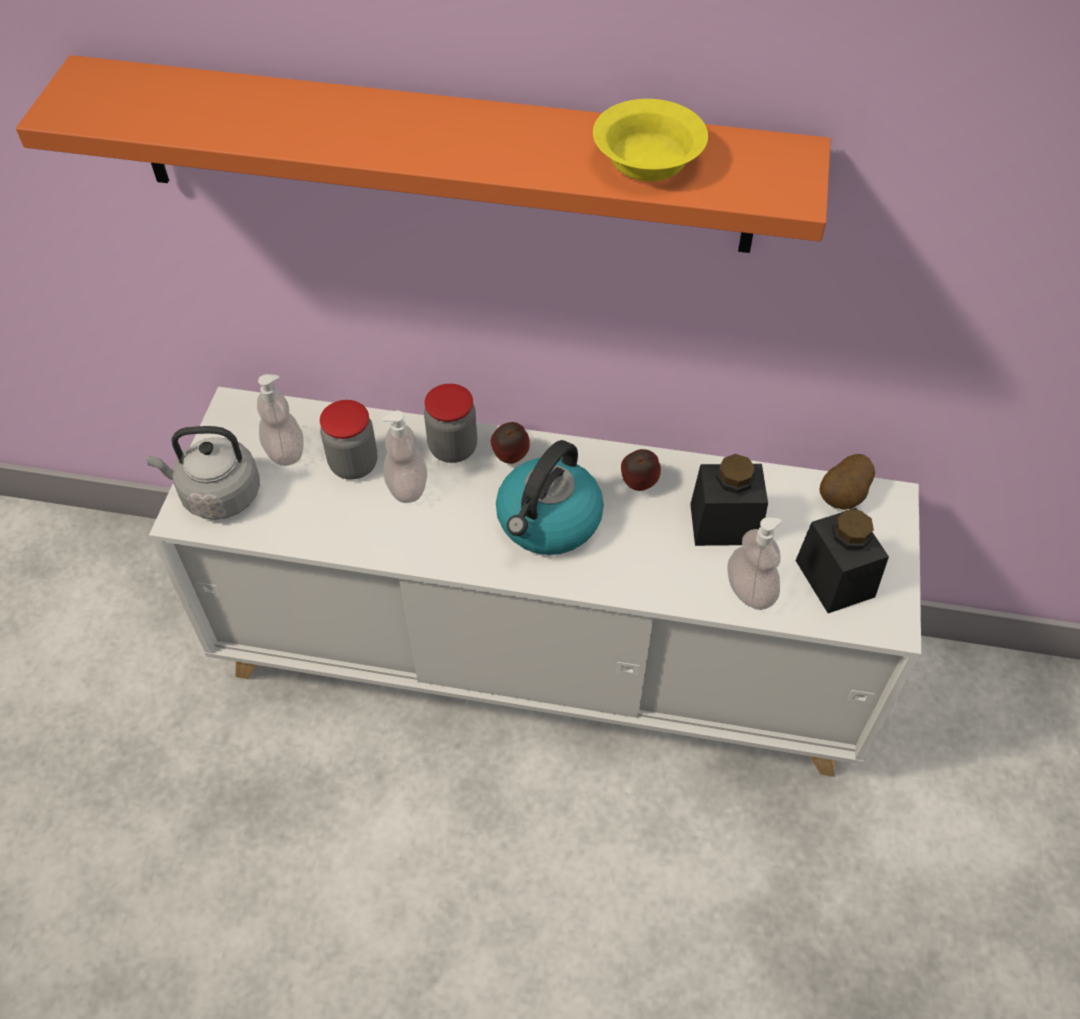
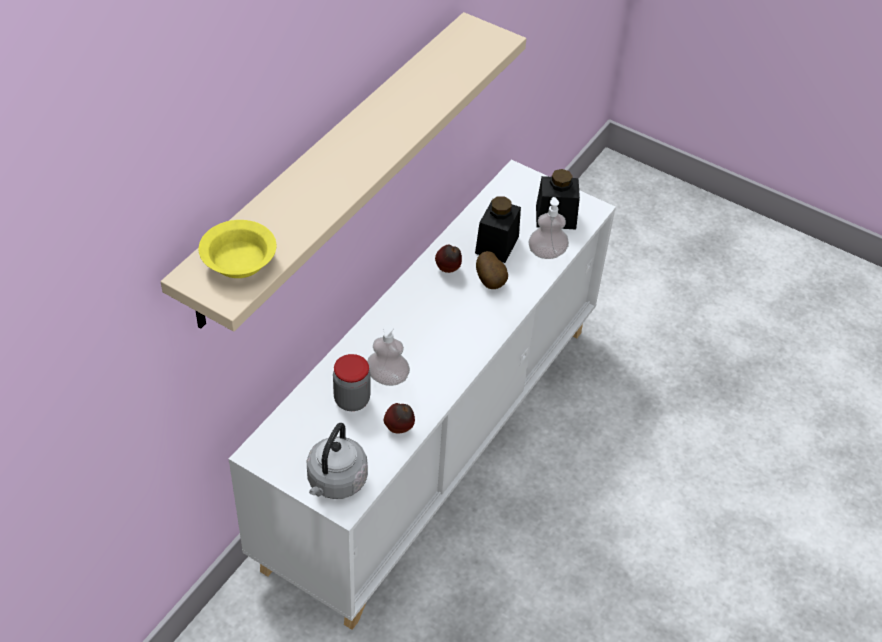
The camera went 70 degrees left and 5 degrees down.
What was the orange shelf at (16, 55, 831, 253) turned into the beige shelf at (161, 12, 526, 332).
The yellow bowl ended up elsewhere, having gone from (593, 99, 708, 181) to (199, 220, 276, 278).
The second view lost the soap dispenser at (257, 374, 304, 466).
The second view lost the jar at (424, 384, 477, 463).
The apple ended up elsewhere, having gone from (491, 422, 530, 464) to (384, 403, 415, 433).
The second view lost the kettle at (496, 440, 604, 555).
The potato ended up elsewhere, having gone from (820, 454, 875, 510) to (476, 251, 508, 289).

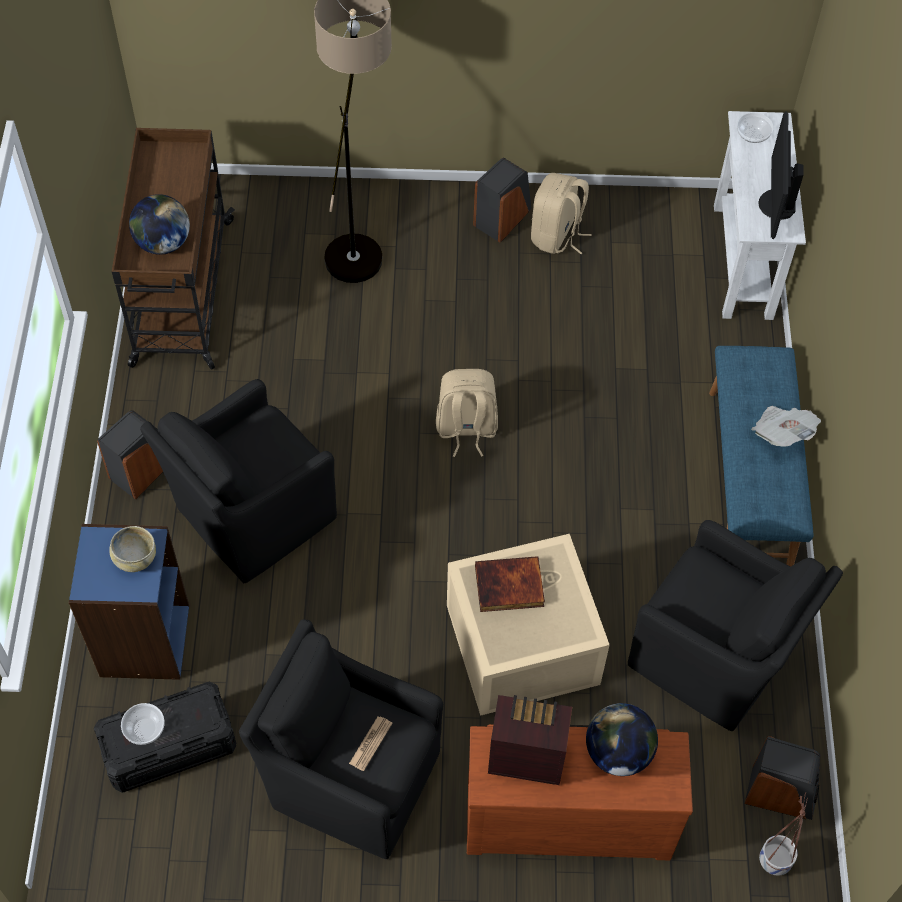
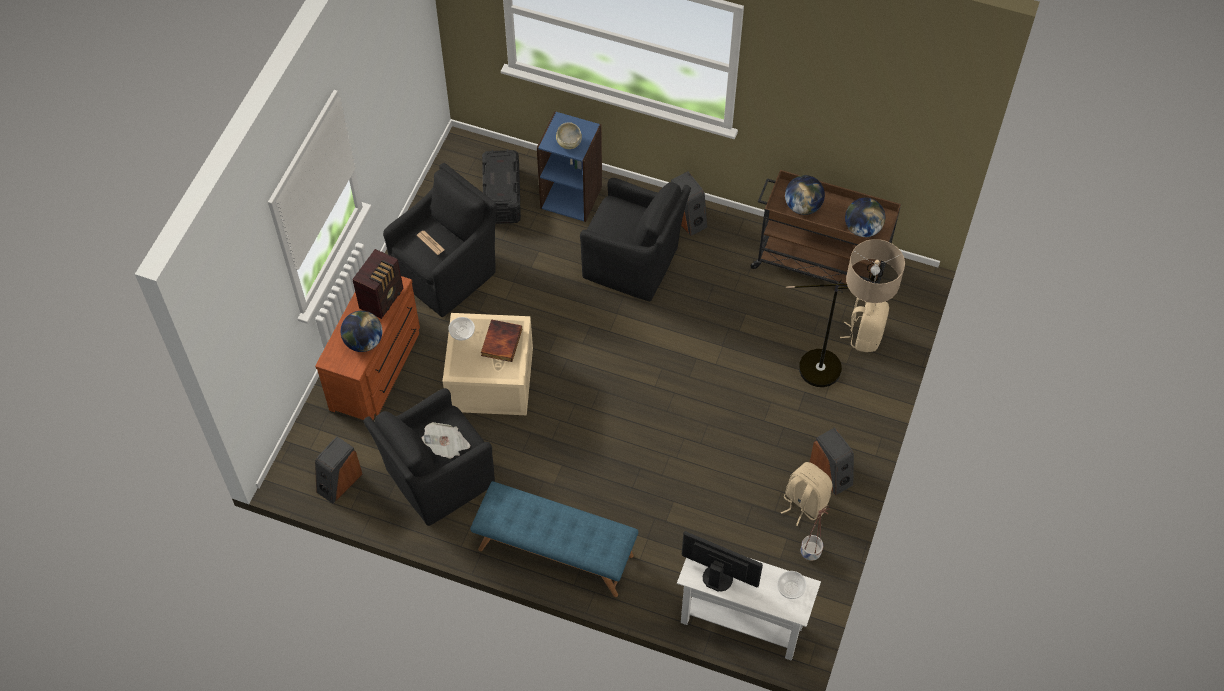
The camera went 110 degrees right and 0 degrees up.
The beige backpack ended up elsewhere, having gone from (436, 369, 498, 457) to (840, 298, 889, 352).
The black armchair at (140, 379, 337, 583) ended up facing another way, 135 degrees clockwise from before.
The newspaper ended up elsewhere, having gone from (751, 406, 821, 447) to (422, 422, 470, 459).
The bowl ended up elsewhere, having gone from (121, 703, 165, 745) to (448, 317, 475, 341).
The planter ended up elsewhere, having gone from (759, 792, 808, 876) to (801, 506, 830, 561).
The second view gained the globe at (845, 198, 885, 237).

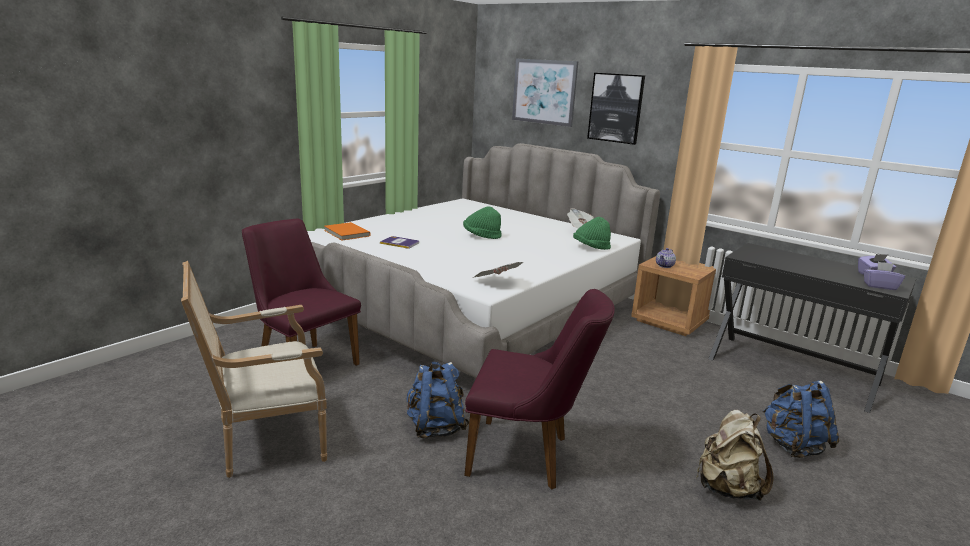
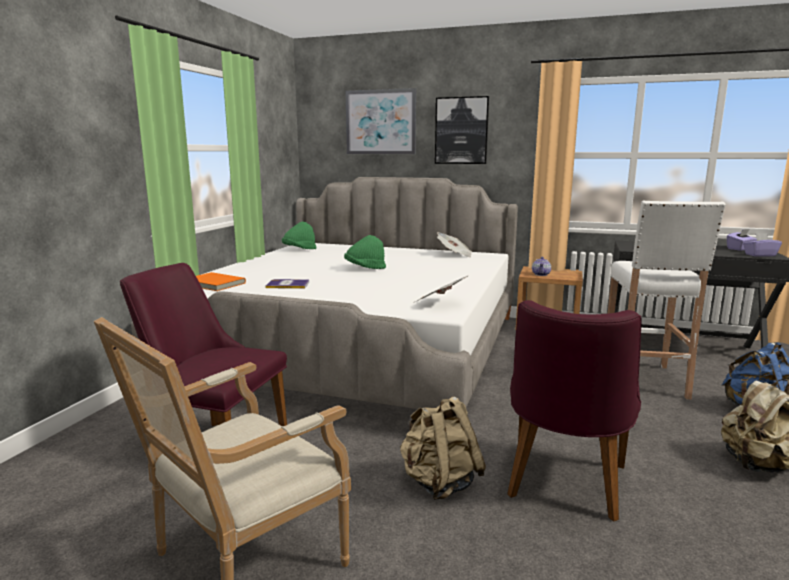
The camera went 20 degrees left and 5 degrees down.
The green hat ended up elsewhere, having gone from (573, 217, 611, 250) to (282, 222, 317, 249).
The purple chair at (464, 289, 615, 490) ended up facing another way, 120 degrees clockwise from before.
What was the blue backpack at (407, 362, 469, 438) turned into the beige backpack at (400, 396, 486, 500).
The second view gained the white stool at (608, 201, 726, 400).

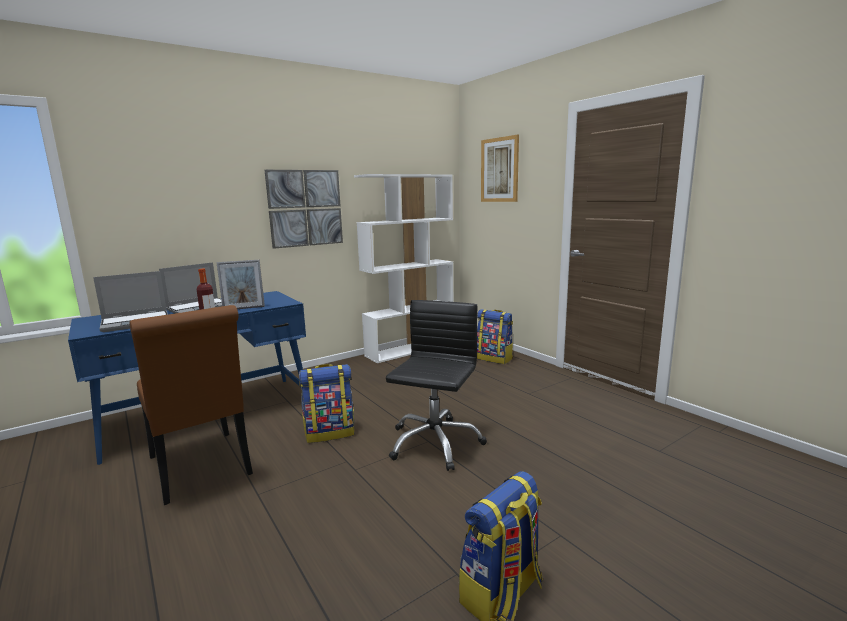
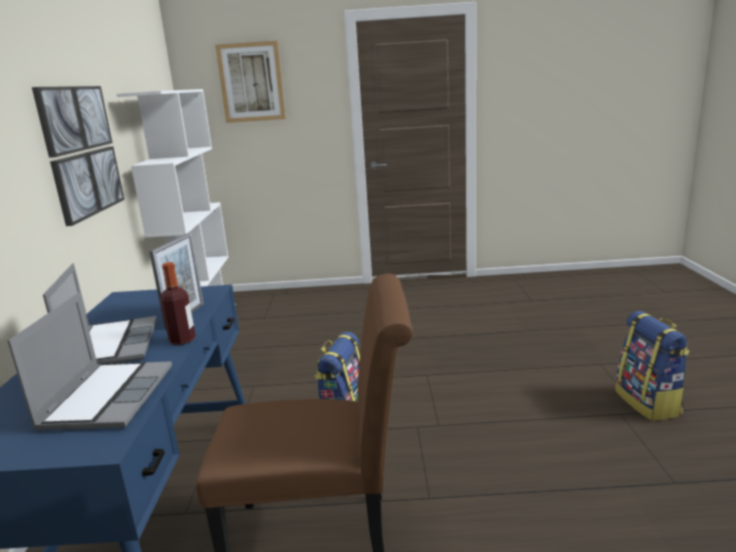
The camera went 55 degrees left and 5 degrees up.
The second view lost the black office chair at (386, 300, 487, 471).
The second view lost the backpack at (477, 309, 513, 364).

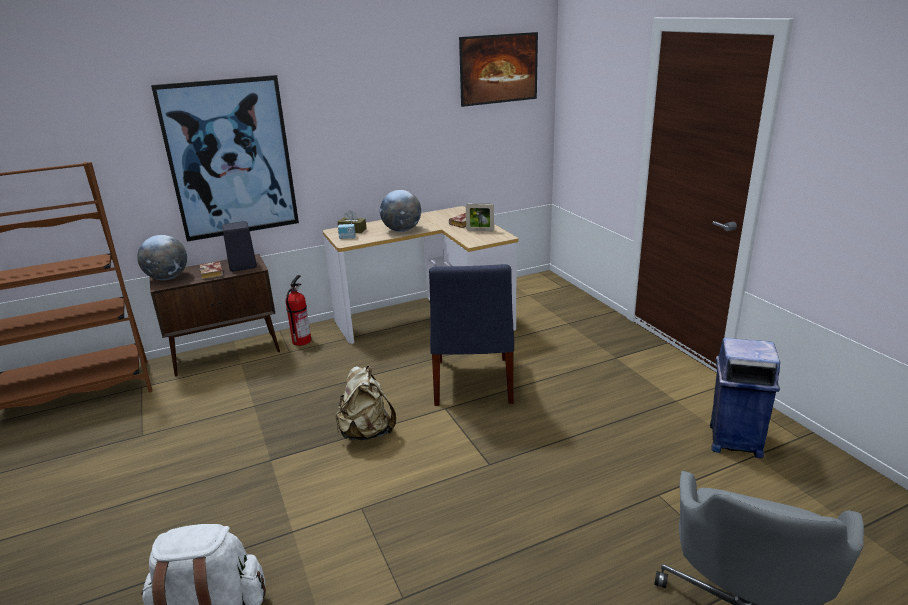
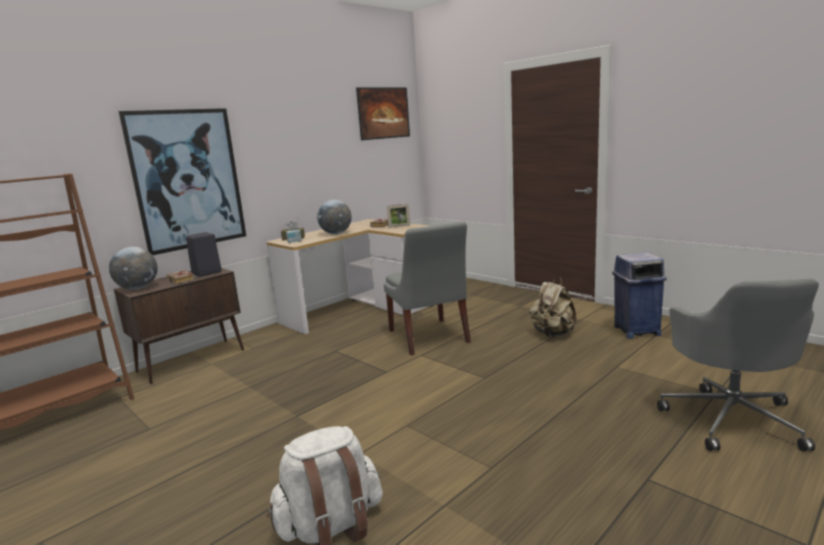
The camera went 20 degrees left and 10 degrees down.
What was the blue chair at (429, 264, 514, 406) turned into the grey chair at (384, 222, 471, 355).
The second view lost the fire extinguisher at (286, 275, 311, 346).
The beige backpack ended up elsewhere, having gone from (336, 366, 396, 440) to (530, 277, 576, 337).

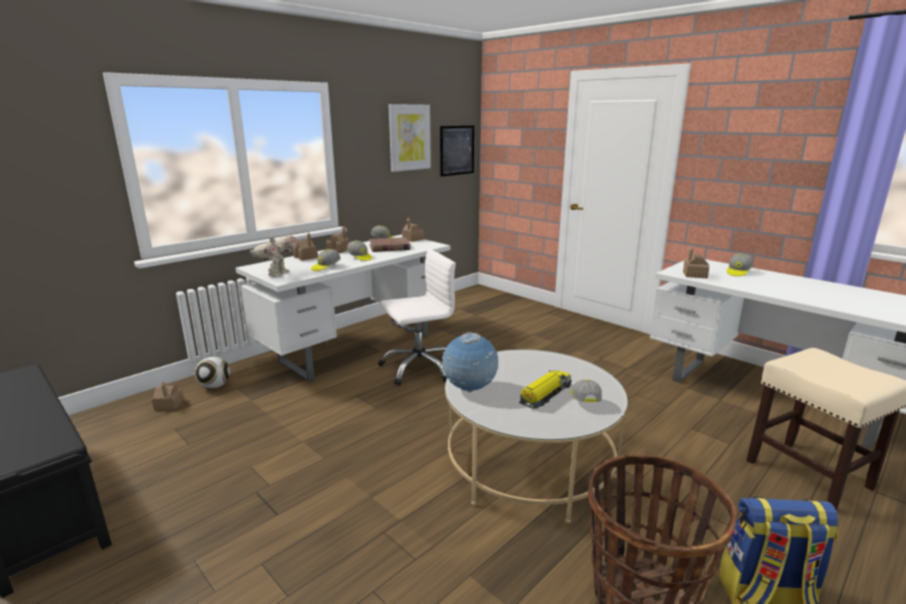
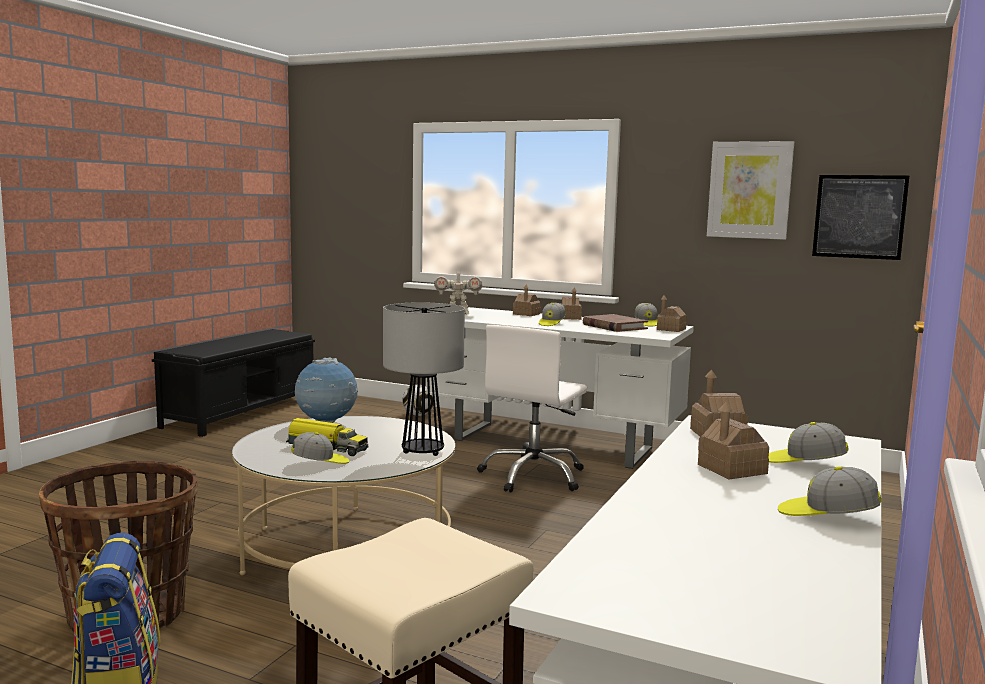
The camera went 70 degrees right and 10 degrees down.
The cap ended up elsewhere, having gone from (311, 249, 341, 271) to (778, 466, 881, 516).
The white office chair at (378, 249, 456, 386) ended up facing another way, 75 degrees clockwise from before.
The toy house ended up elsewhere, having gone from (152, 381, 184, 411) to (698, 402, 769, 479).
The second view gained the table lamp at (383, 302, 465, 456).

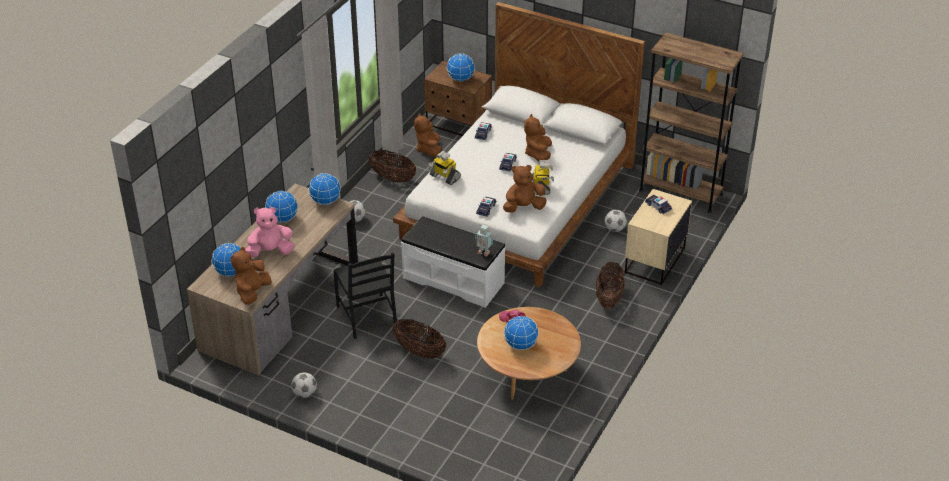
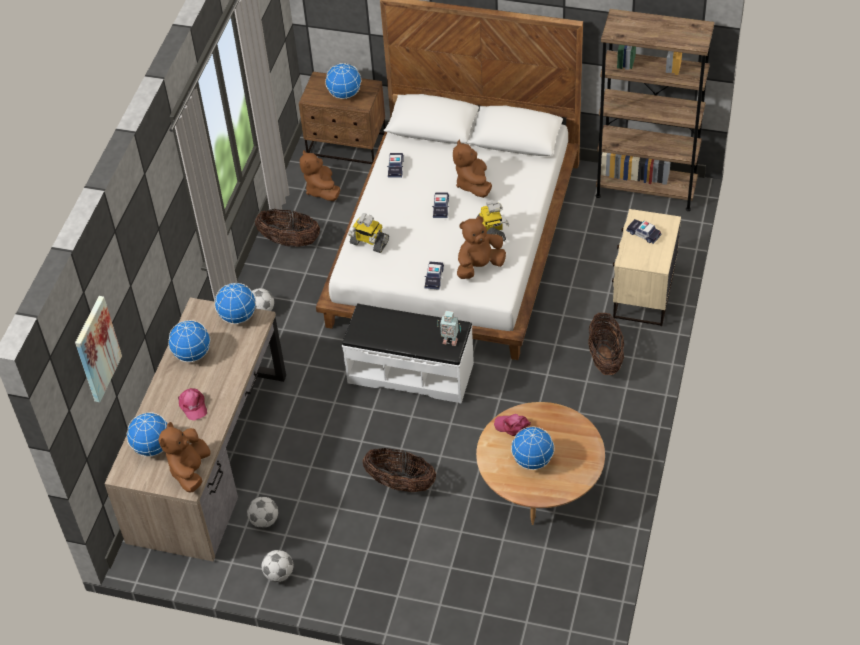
The camera went 10 degrees left and 10 degrees up.
Where the pink plush toy stood at (245, 207, 295, 257), the pink cap came to stand at (178, 388, 207, 420).
The football ended up elsewhere, having gone from (605, 210, 627, 232) to (247, 497, 278, 528).
The second view lost the black chair at (333, 252, 397, 339).
The second view gained the picture at (75, 296, 122, 402).

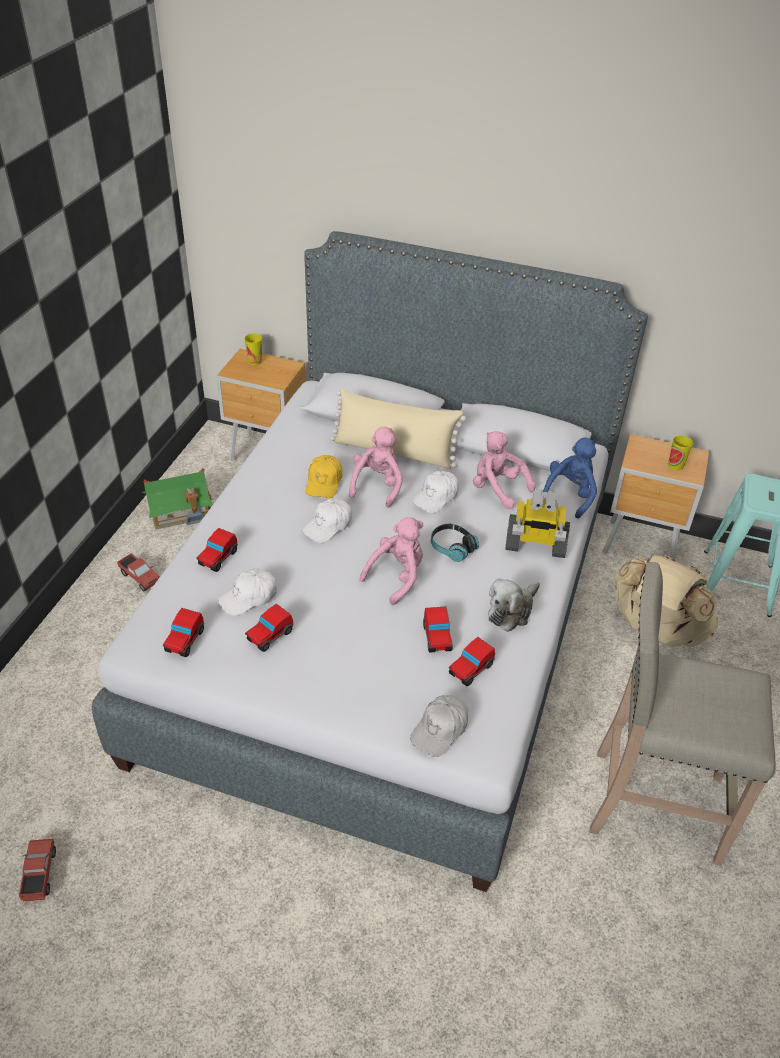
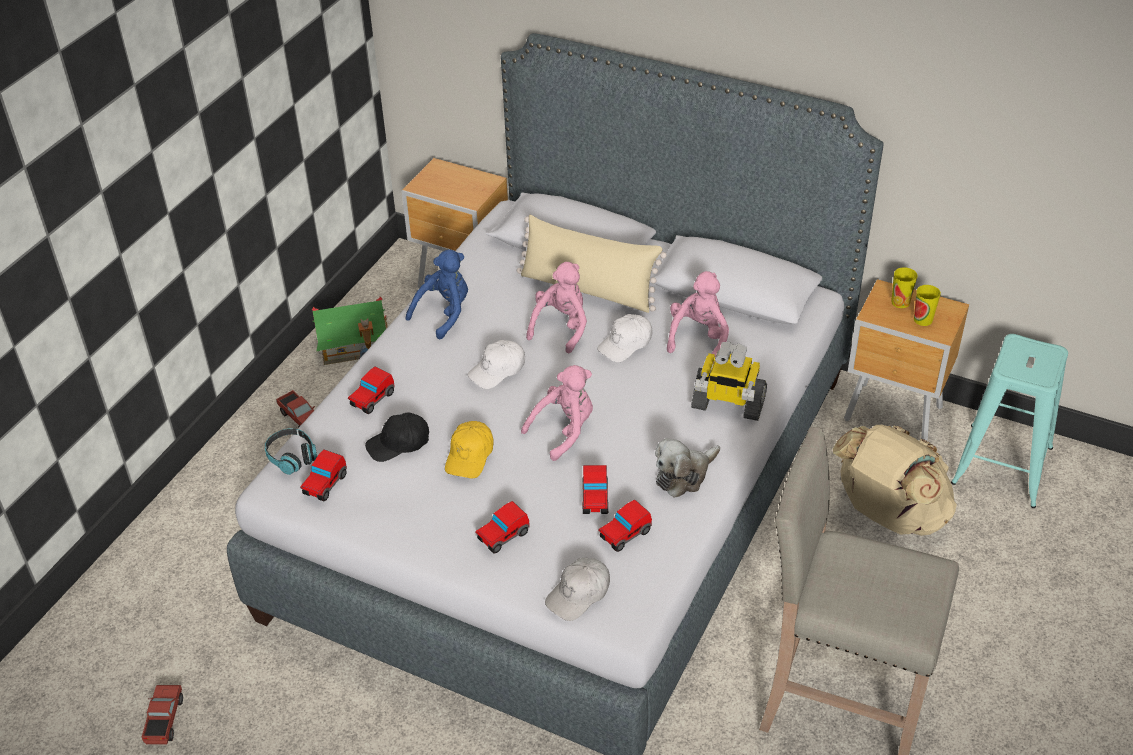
The camera went 10 degrees right and 0 degrees up.
The cup ended up elsewhere, having gone from (244, 334, 262, 365) to (891, 267, 918, 308).
The pink plush toy at (473, 431, 536, 510) ended up facing another way, 60 degrees clockwise from before.
The blue plush toy ended up elsewhere, having gone from (543, 437, 597, 519) to (406, 249, 468, 339).
The yellow cap ended up elsewhere, having gone from (306, 455, 343, 498) to (445, 421, 494, 479).
The headphones ended up elsewhere, having gone from (431, 524, 479, 562) to (265, 428, 317, 475).
What was the white cap at (218, 569, 277, 616) turned into the black cap at (365, 412, 429, 462).
The toy car ended up elsewhere, having gone from (245, 604, 293, 652) to (475, 501, 530, 553).

